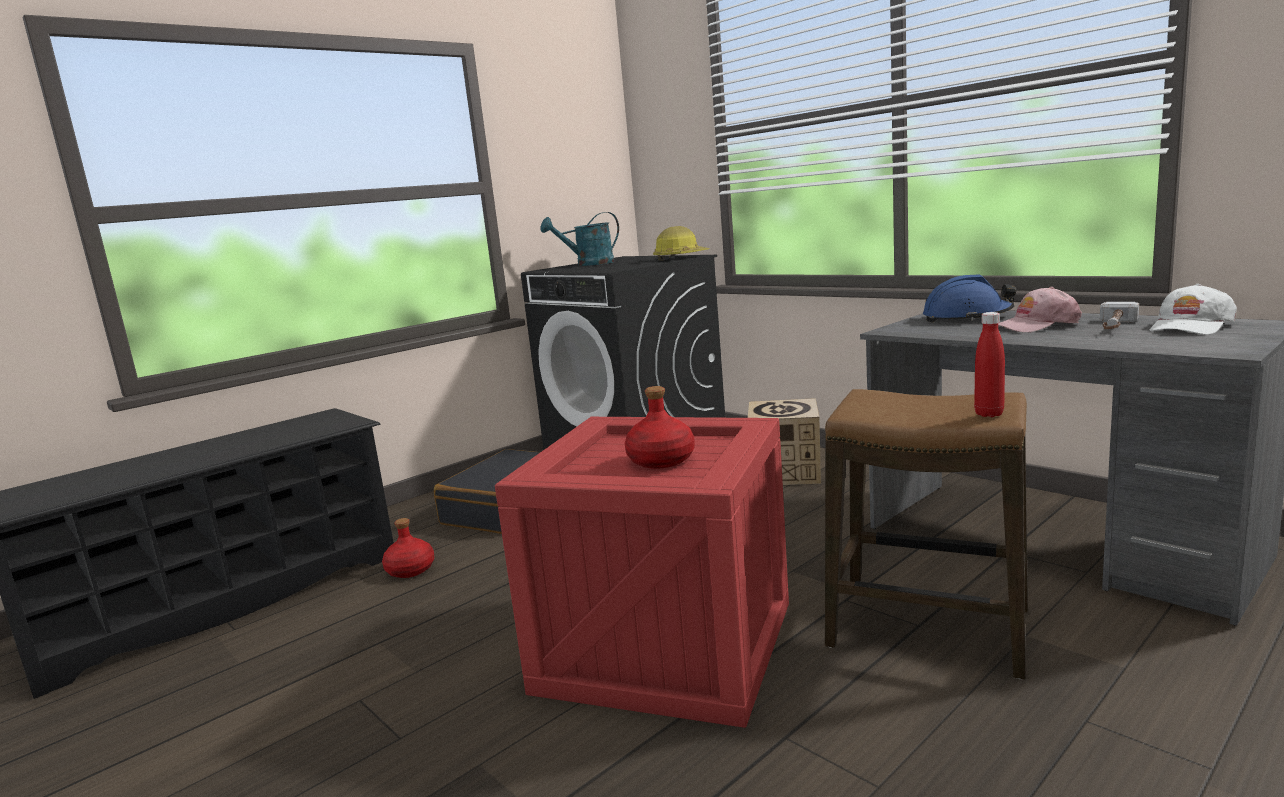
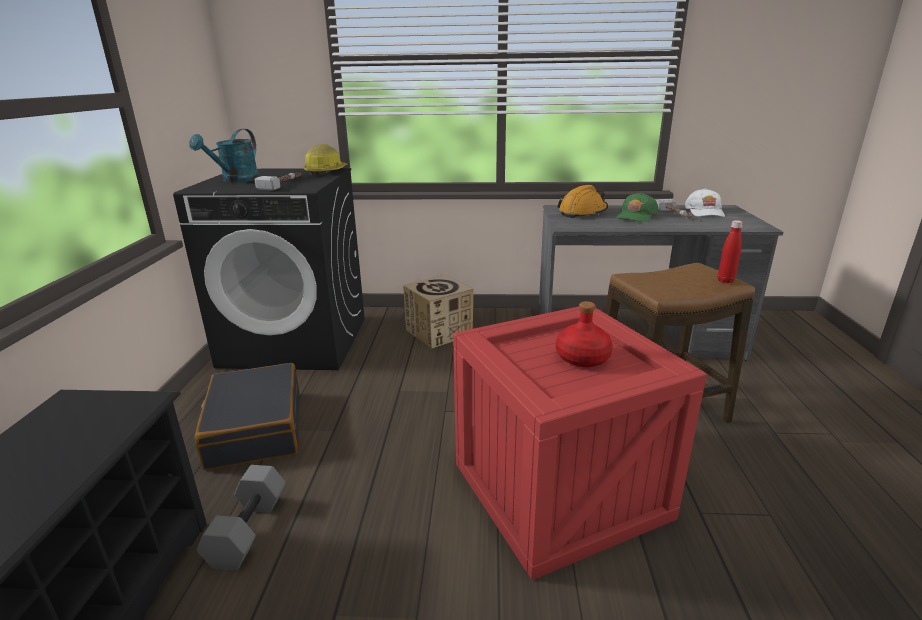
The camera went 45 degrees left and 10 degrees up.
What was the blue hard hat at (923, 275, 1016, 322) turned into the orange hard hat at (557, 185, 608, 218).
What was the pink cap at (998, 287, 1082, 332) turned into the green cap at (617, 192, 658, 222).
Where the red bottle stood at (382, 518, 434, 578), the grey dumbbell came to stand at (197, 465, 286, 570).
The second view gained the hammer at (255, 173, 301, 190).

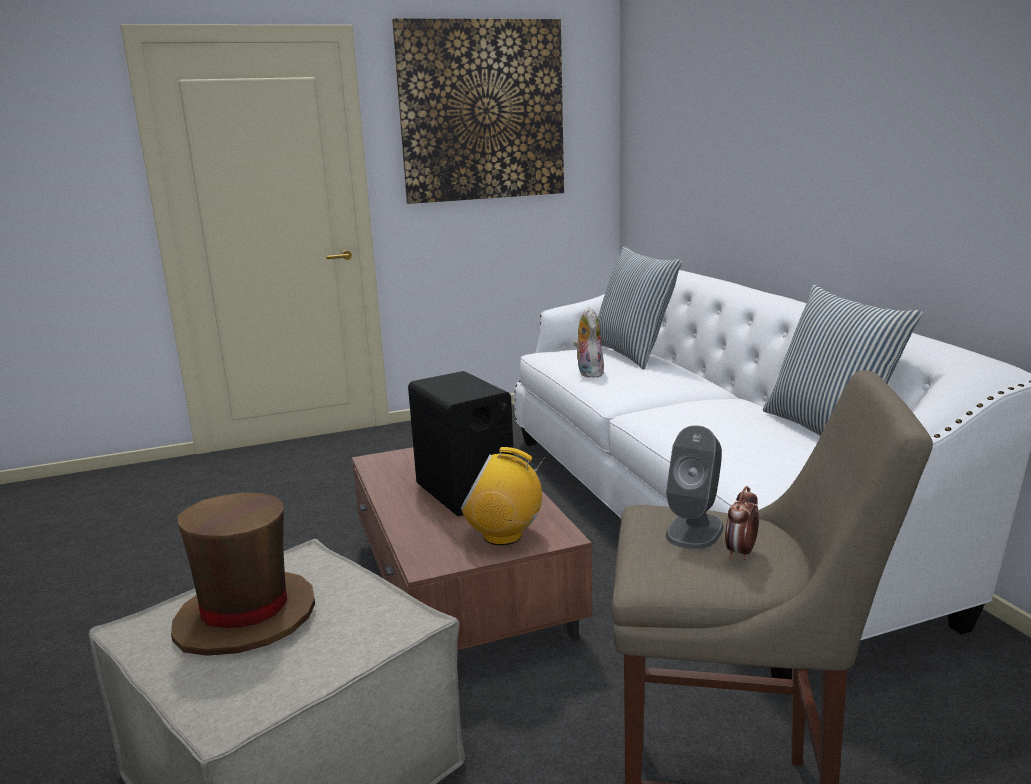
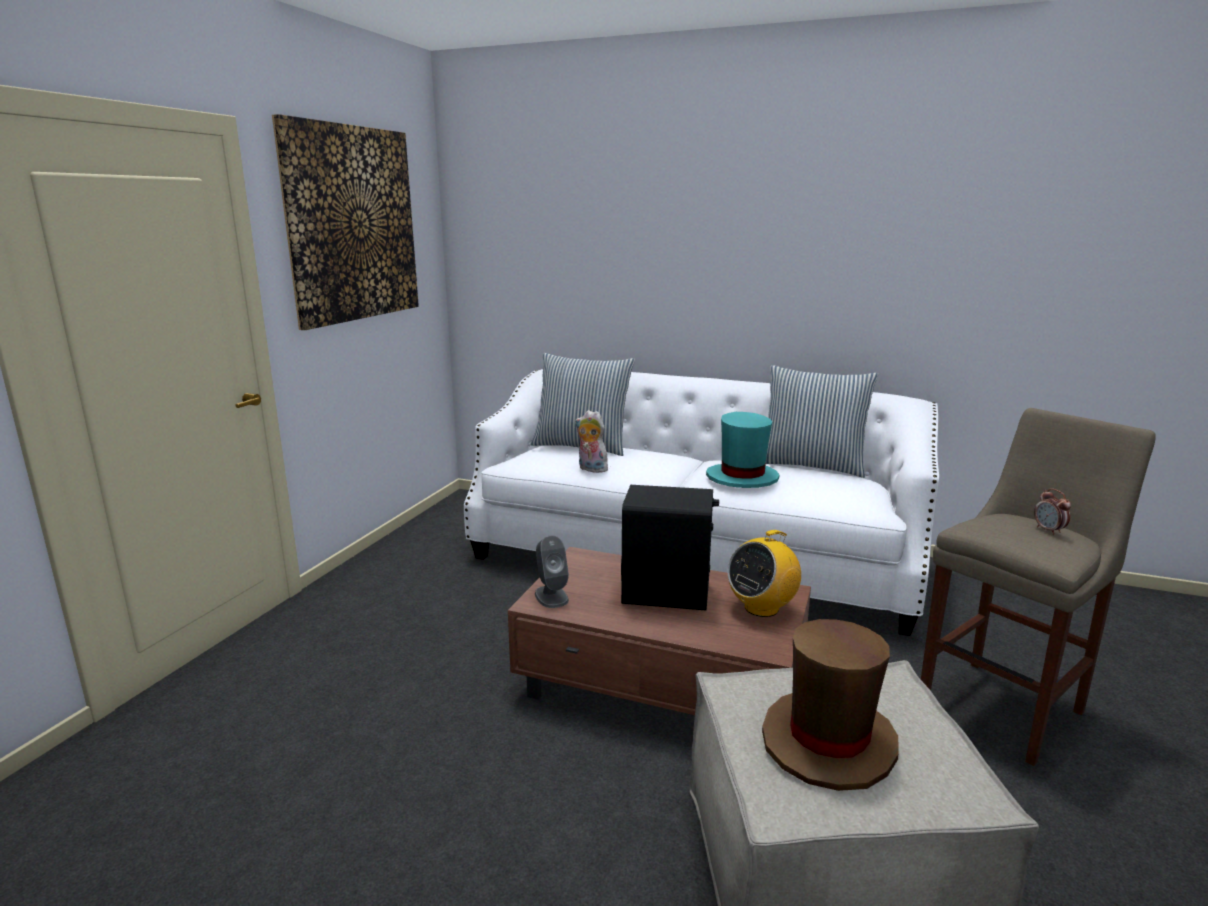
The camera went 50 degrees left and 0 degrees up.
The grey speaker ended up elsewhere, having gone from (666, 425, 724, 549) to (535, 535, 569, 608).
The second view gained the turquoise hat at (706, 412, 779, 488).

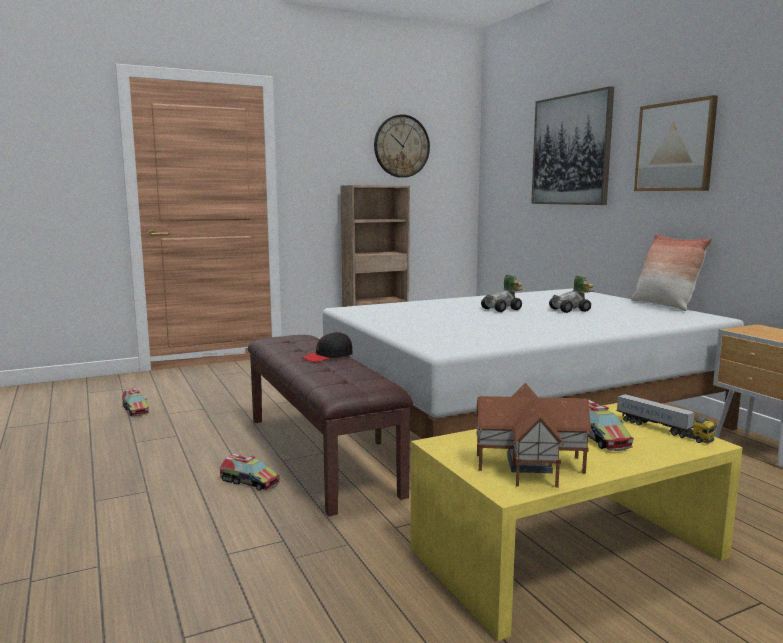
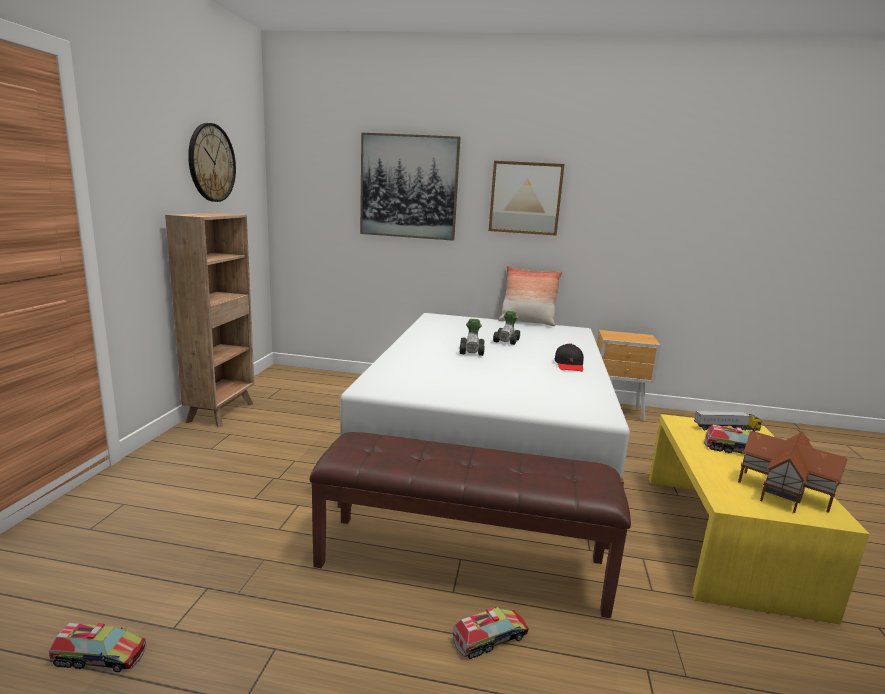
The camera went 55 degrees left and 5 degrees up.
The black cap ended up elsewhere, having gone from (302, 332, 353, 362) to (555, 343, 584, 372).

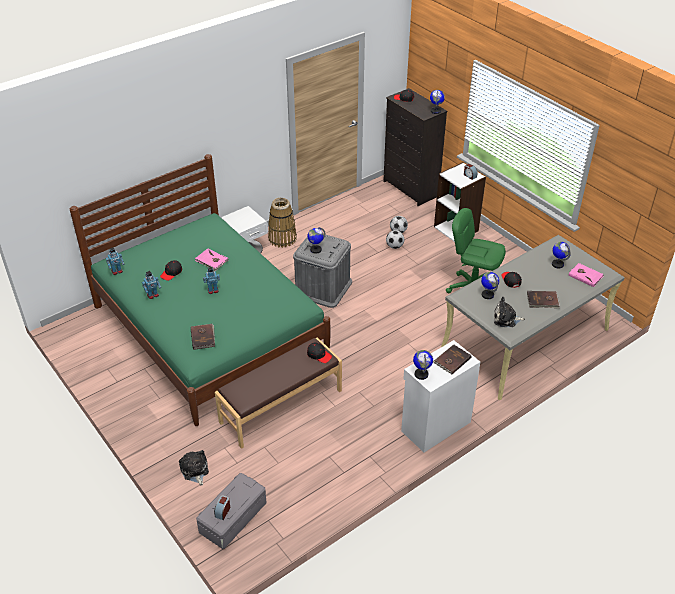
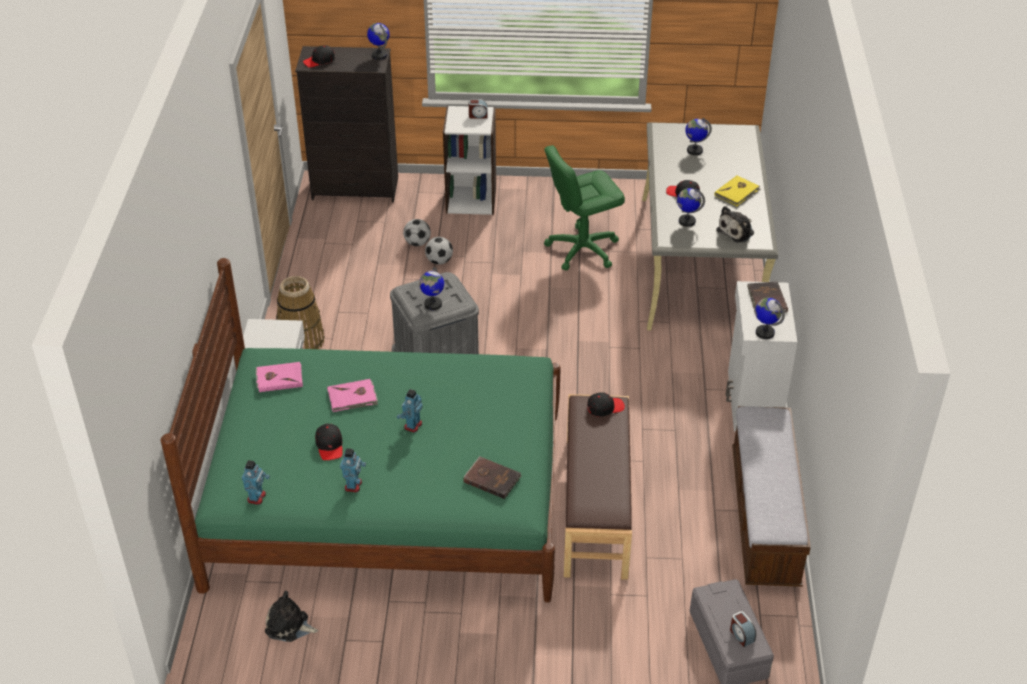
The camera went 50 degrees left and 0 degrees up.
The pink book ended up elsewhere, having gone from (569, 263, 604, 287) to (256, 362, 303, 392).
What was the brown book at (527, 291, 560, 308) turned into the yellow book at (714, 176, 761, 206).
The plush toy ended up elsewhere, having gone from (179, 450, 209, 486) to (265, 591, 318, 642).
The second view gained the bench at (732, 406, 811, 587).

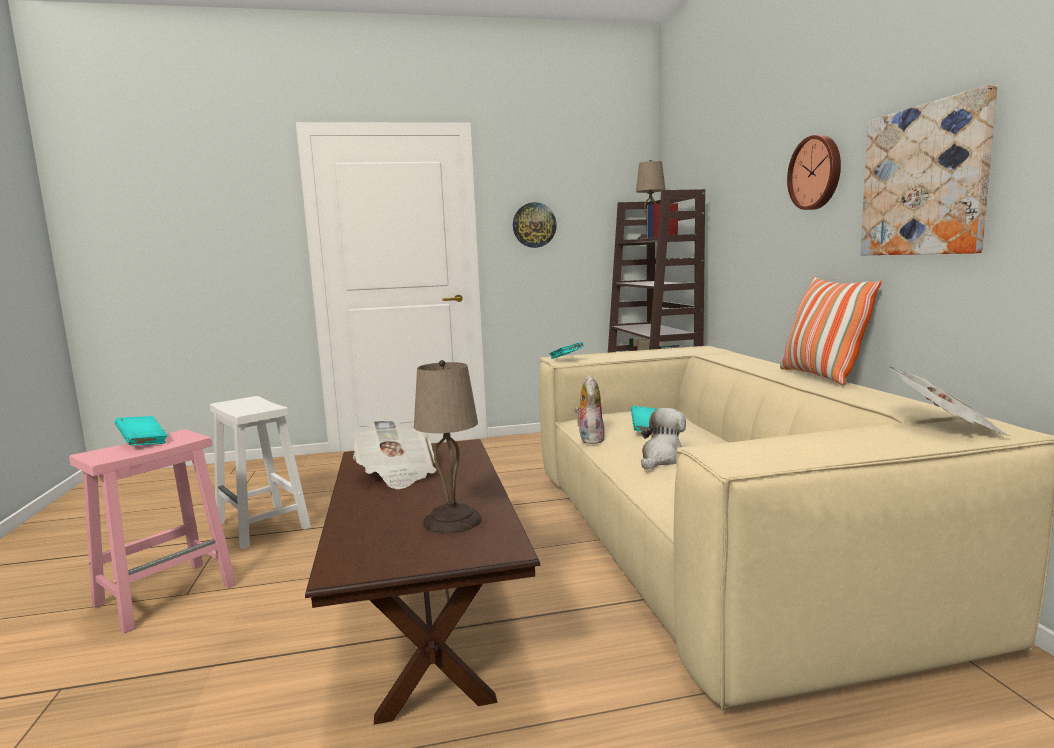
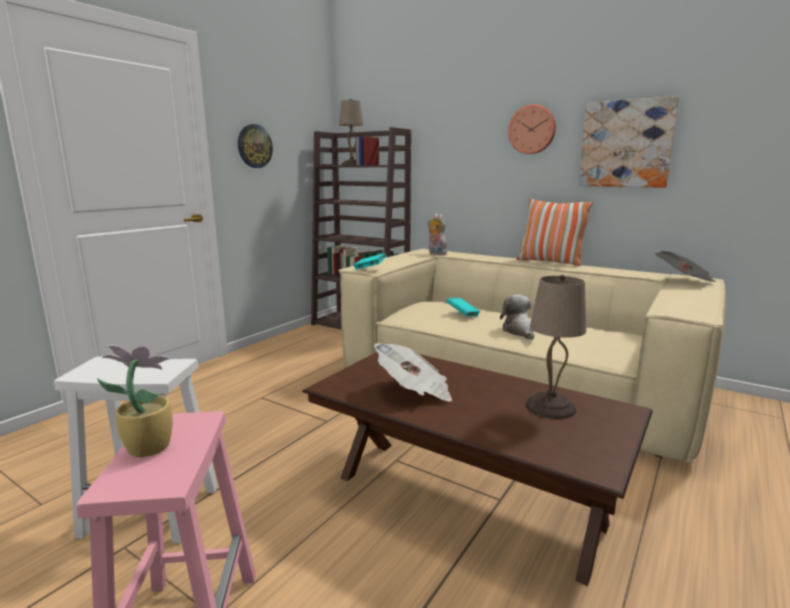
The camera went 45 degrees left and 5 degrees up.
The plush toy ended up elsewhere, having gone from (574, 375, 605, 444) to (428, 214, 447, 255).
Where the turquoise book stood at (115, 416, 168, 445), the potted plant came to stand at (97, 345, 172, 457).

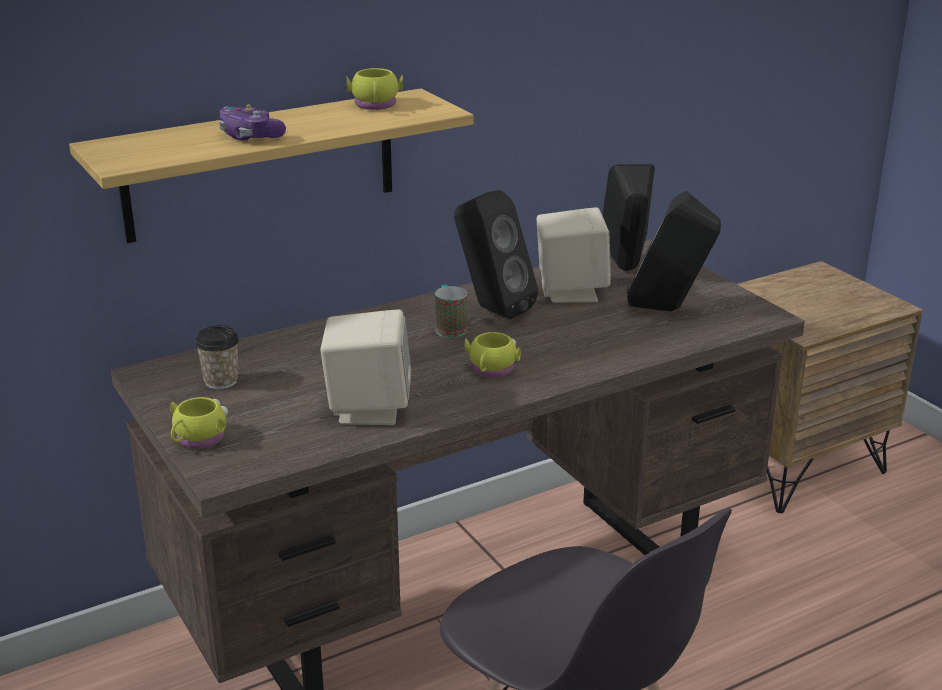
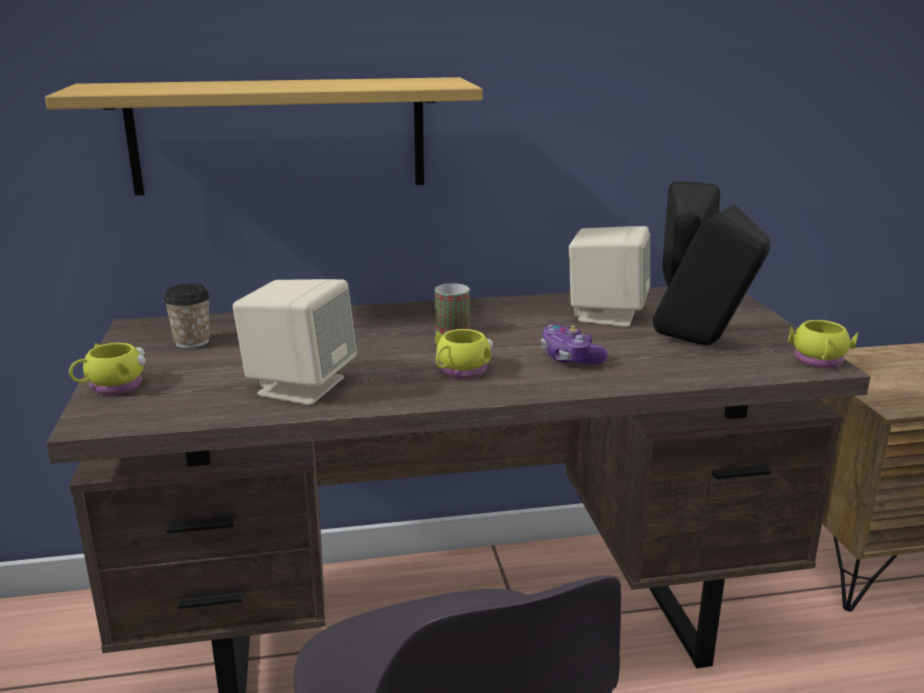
The camera went 20 degrees right and 5 degrees down.
The yellow mug ended up elsewhere, having gone from (347, 68, 403, 110) to (788, 320, 858, 368).
The game controller ended up elsewhere, having gone from (219, 105, 286, 141) to (541, 324, 608, 364).
The second view lost the black speaker at (454, 190, 538, 320).

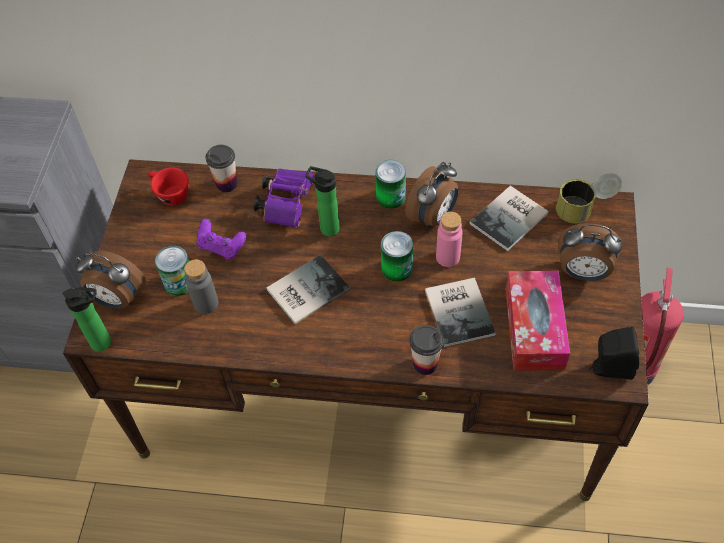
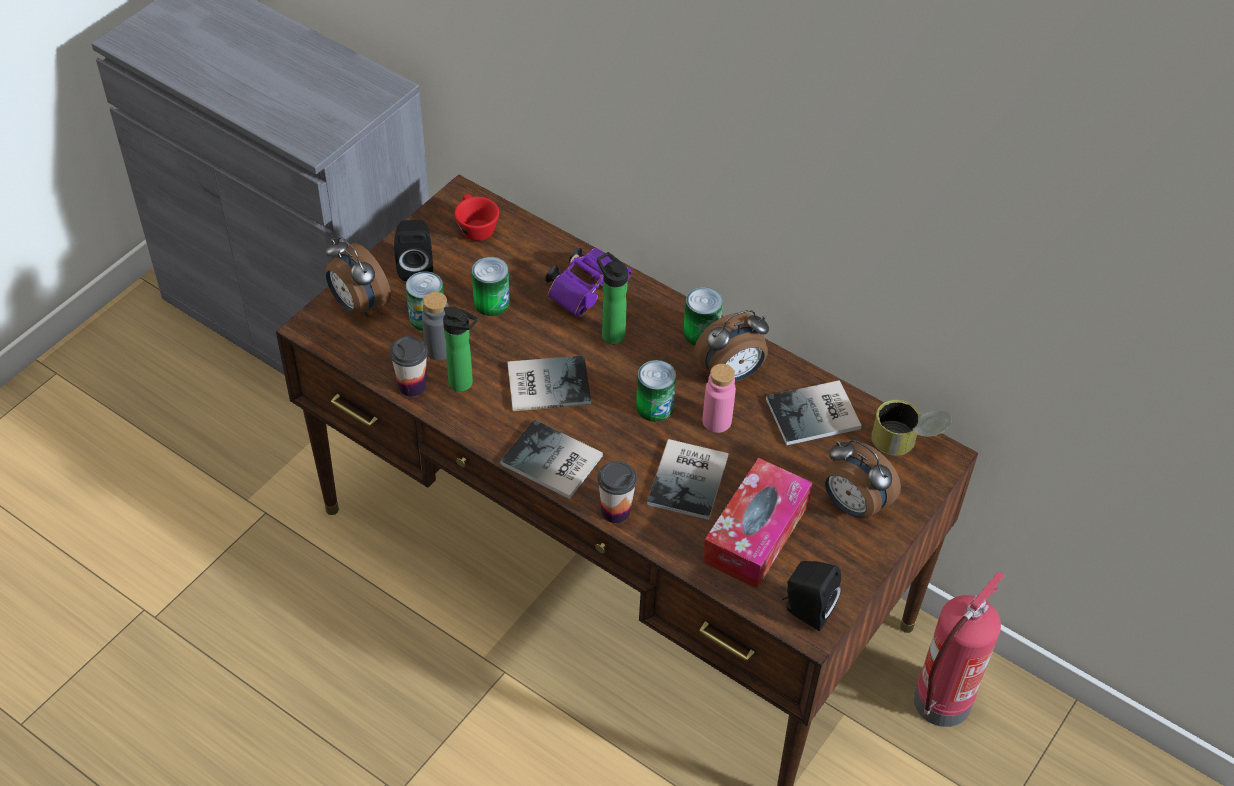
The camera went 25 degrees right and 5 degrees down.
The cup ended up elsewhere, having gone from (206, 145, 237, 192) to (390, 336, 428, 397).
Where the purple game controller stood at (196, 218, 247, 260), the can came to stand at (472, 257, 510, 316).
The bottle ended up elsewhere, having gone from (62, 287, 111, 352) to (443, 306, 478, 392).
The second view gained the black speaker at (394, 220, 433, 281).
The second view gained the book at (501, 419, 603, 499).

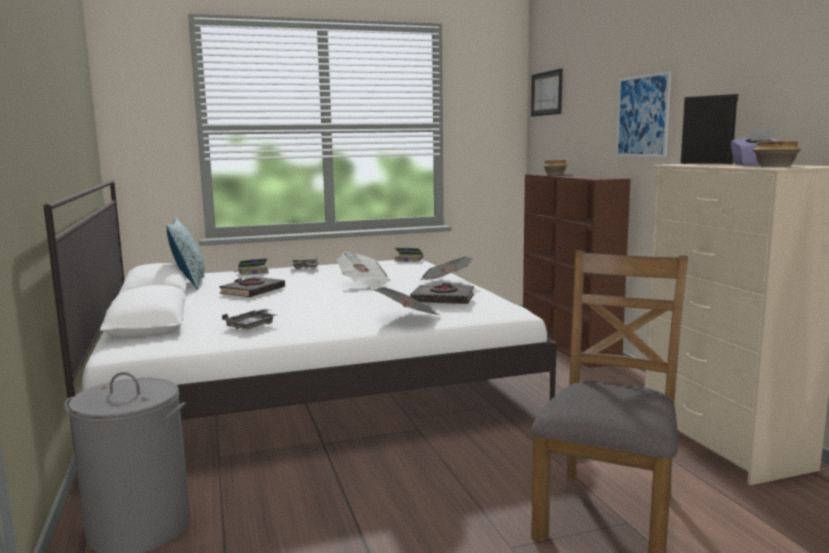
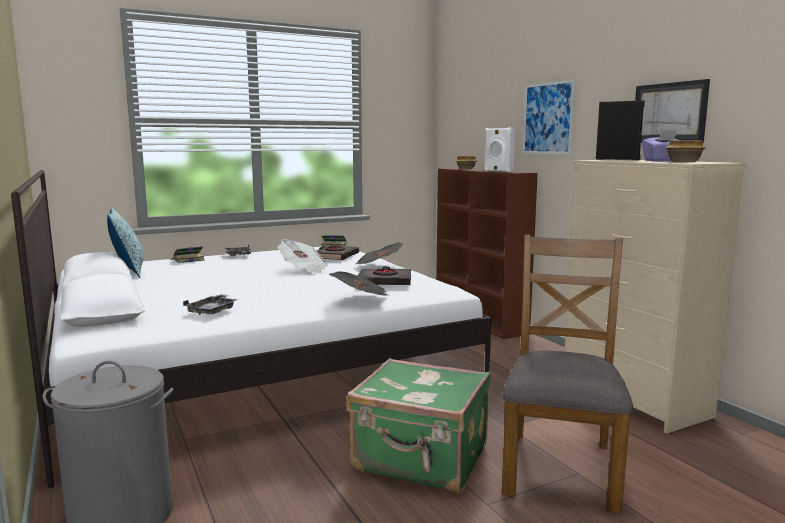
The camera went 10 degrees left and 0 degrees up.
The picture ended up elsewhere, having gone from (531, 68, 563, 117) to (635, 79, 710, 143).
The black book ended up elsewhere, having gone from (219, 277, 285, 297) to (316, 245, 359, 260).
The second view gained the white speaker at (484, 128, 515, 172).
The second view gained the green suitcase at (347, 358, 490, 493).

